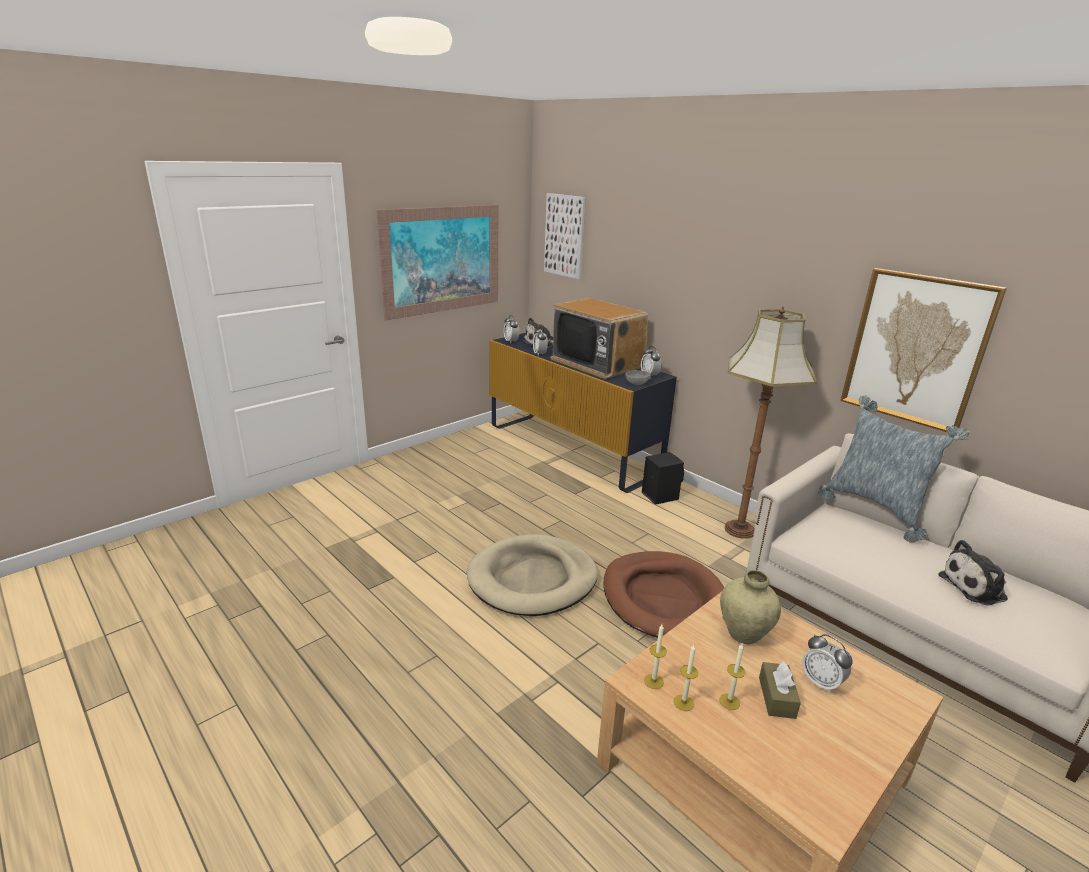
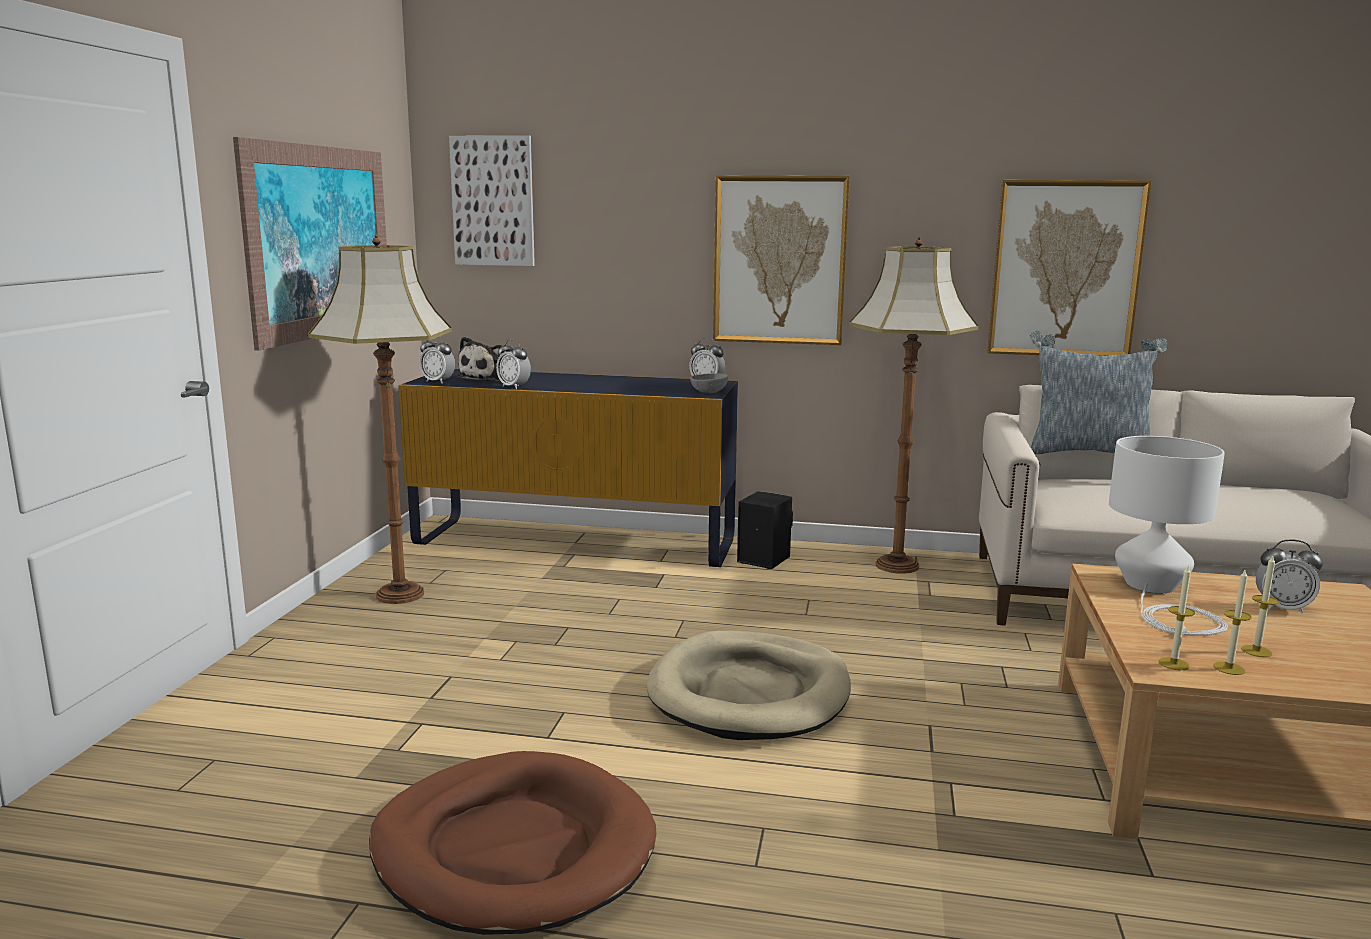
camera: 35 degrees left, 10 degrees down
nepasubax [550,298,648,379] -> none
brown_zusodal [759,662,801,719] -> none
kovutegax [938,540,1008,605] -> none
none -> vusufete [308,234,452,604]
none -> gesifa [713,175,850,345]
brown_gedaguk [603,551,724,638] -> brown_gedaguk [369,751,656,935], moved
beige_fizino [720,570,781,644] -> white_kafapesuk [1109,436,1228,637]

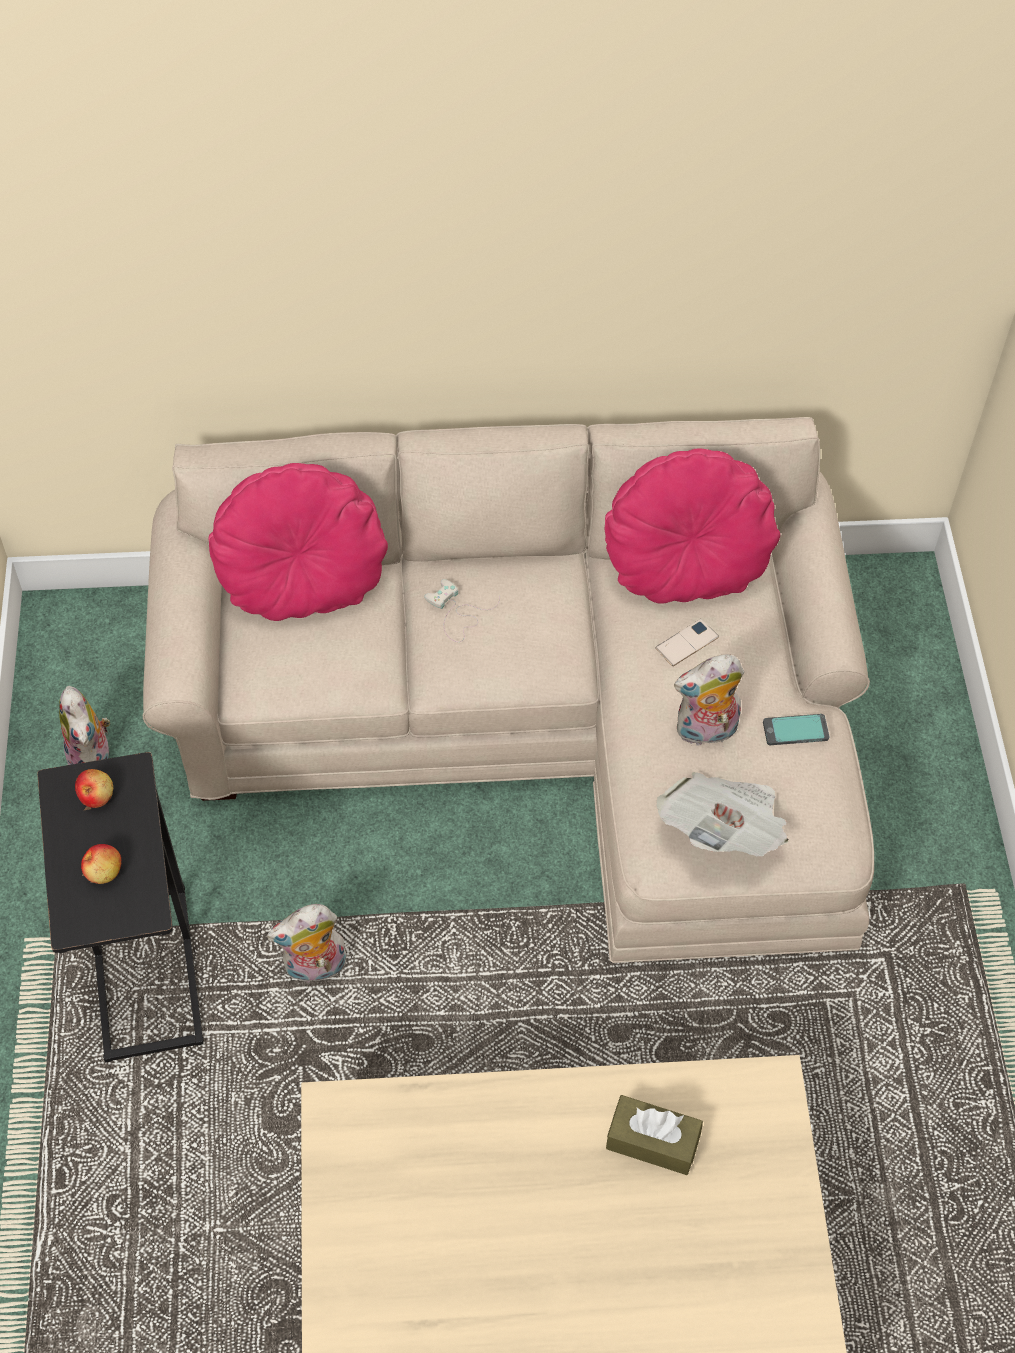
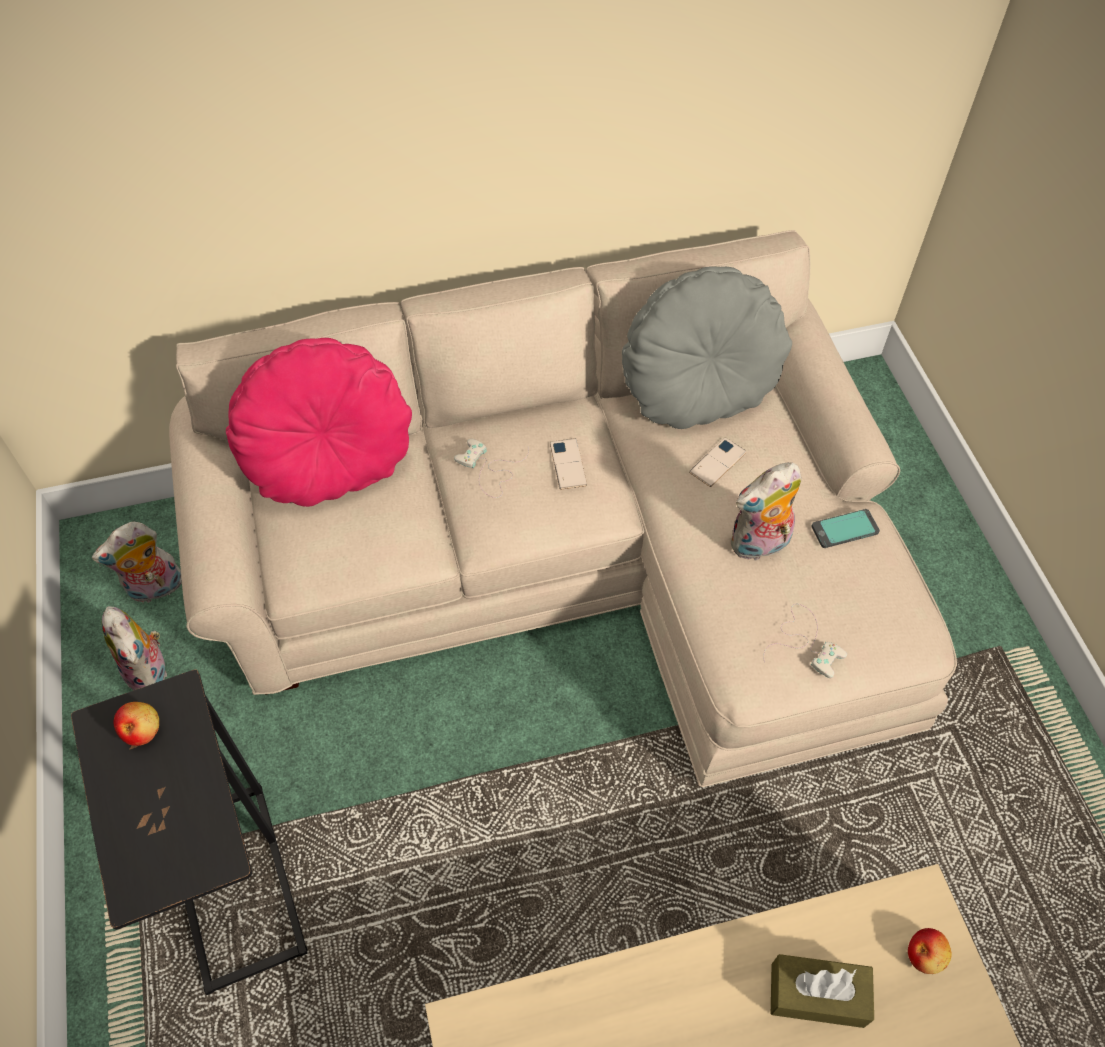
camera: 10 degrees left, 0 degrees up
none -> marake [550,438,587,490]
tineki [81,844,121,884] -> tineki [908,928,952,974], moved
kovutegax [267,904,346,983] -> kovutegax [92,522,182,603], moved
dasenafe [656,772,789,856] -> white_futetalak [763,604,847,678]
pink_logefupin [605,448,780,604] -> grey_logefupin [622,267,792,429]

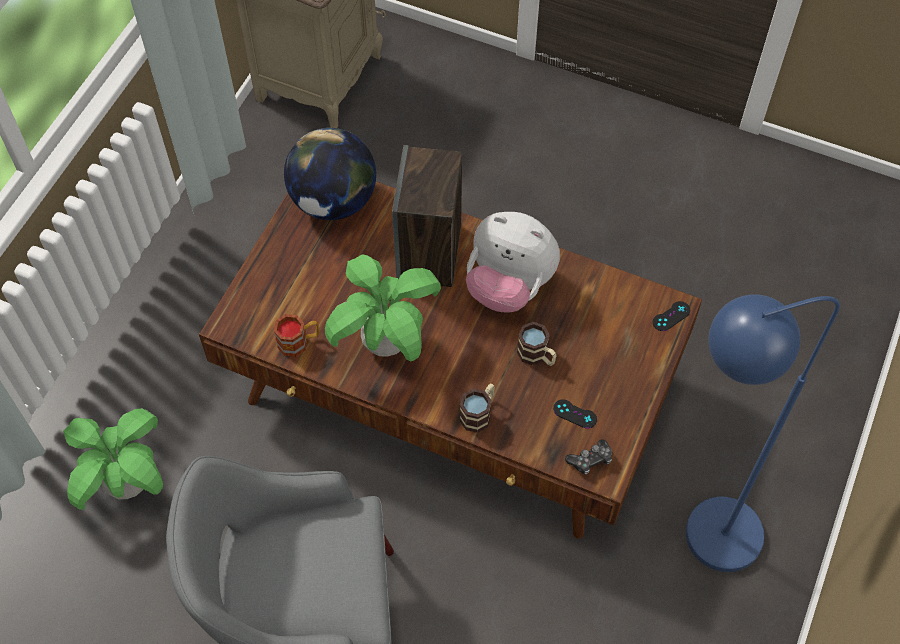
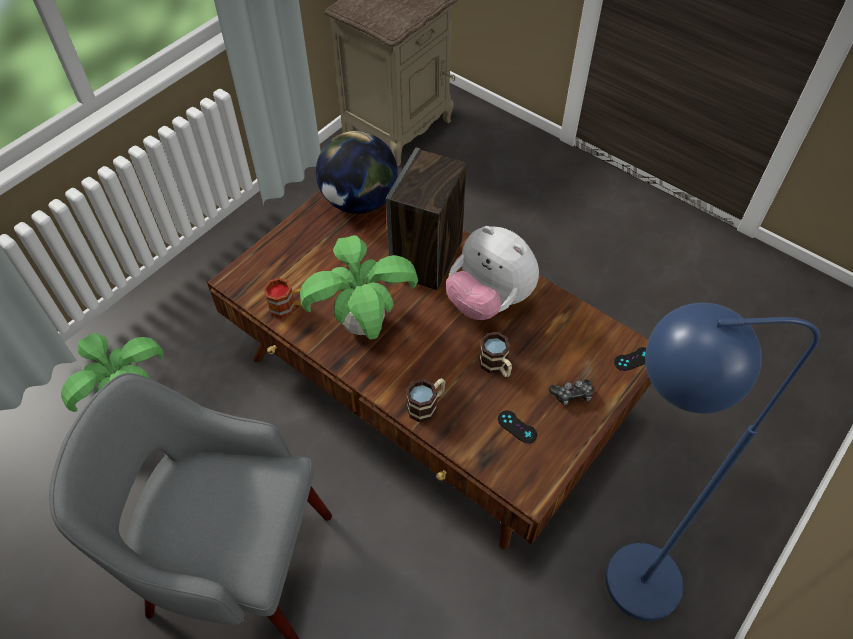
camera: 15 degrees right, 5 degrees down
futetalak [565,439,612,475] -> futetalak [549,379,594,406], moved

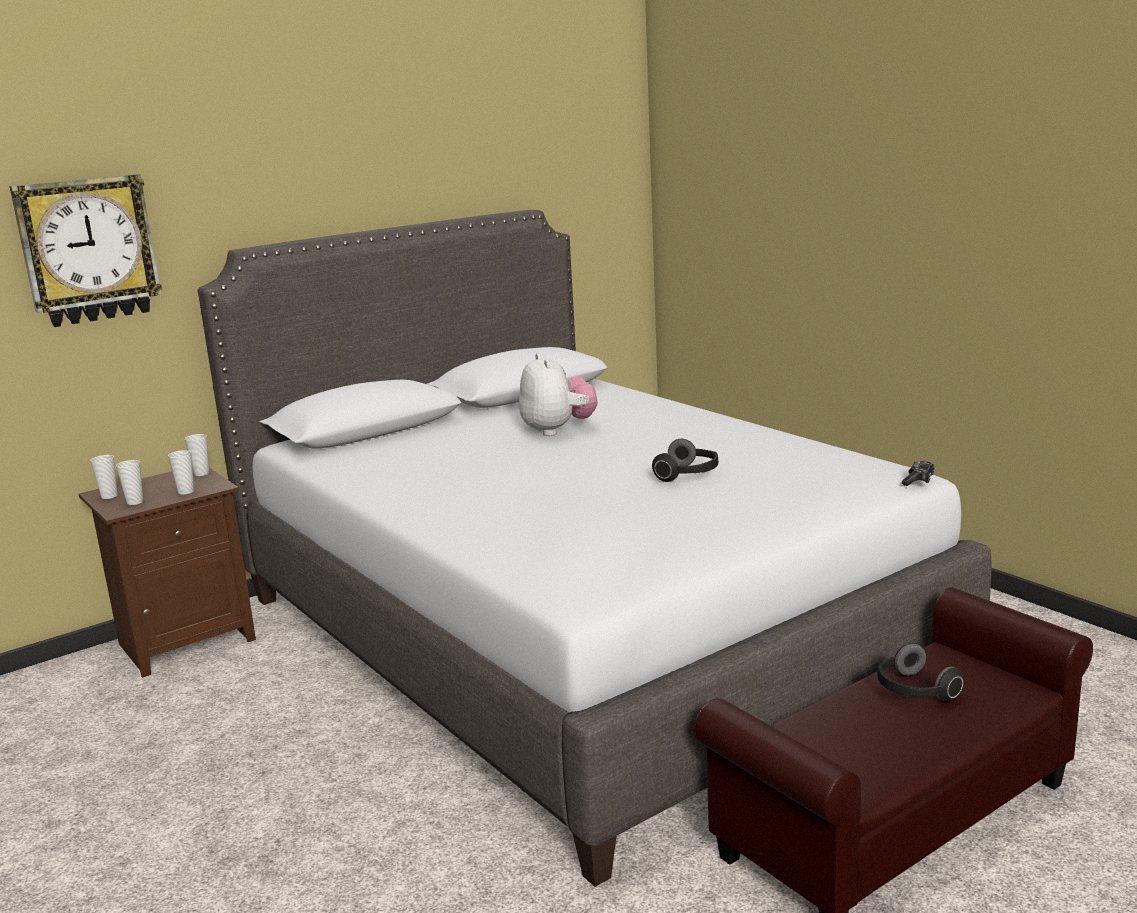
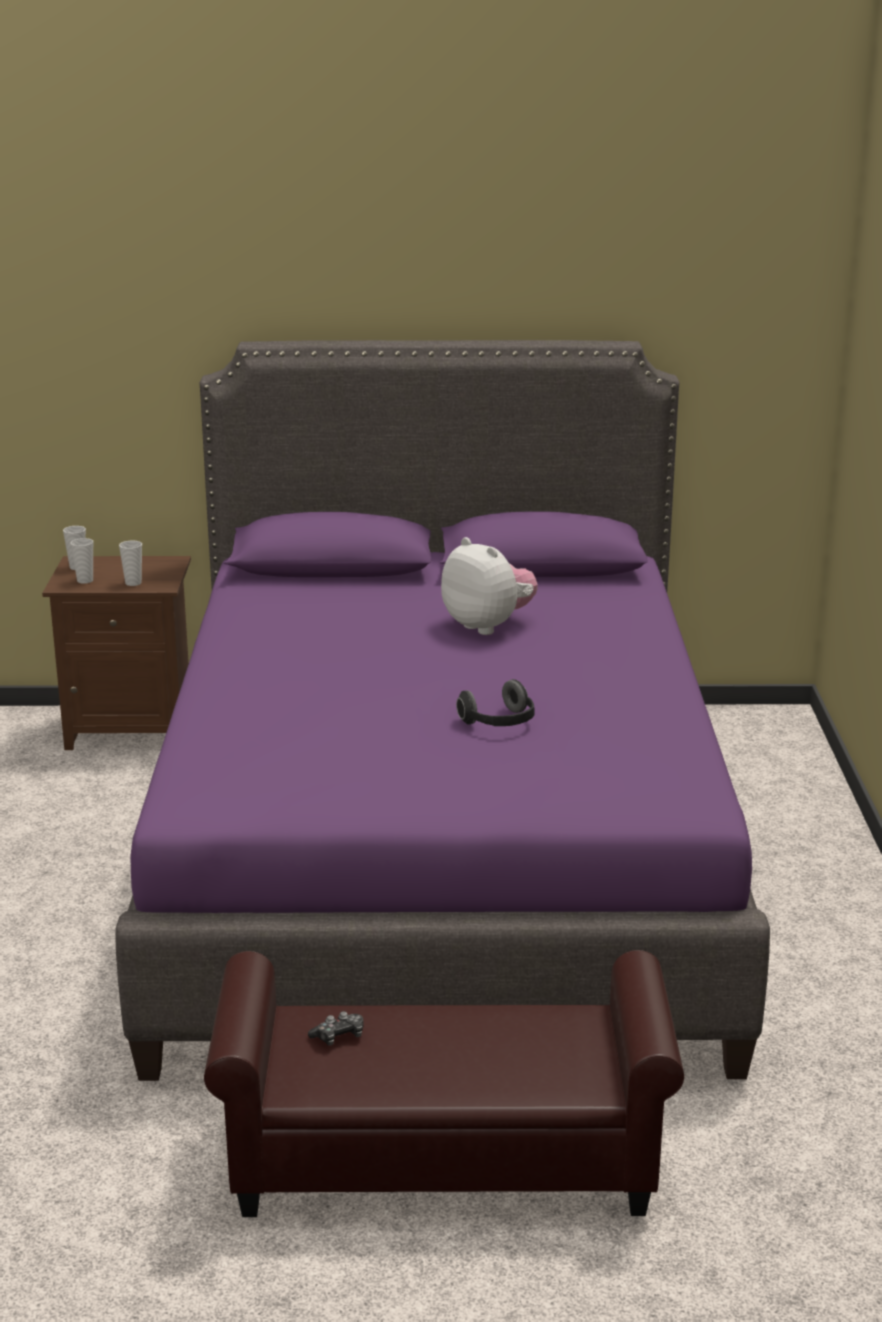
camera: 35 degrees right, 5 degrees up
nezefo [10,174,162,327] -> none
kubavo [185,434,209,476] -> none
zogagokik [877,643,963,701] -> none
futetalak [902,461,935,486] -> futetalak [308,1011,364,1046], moved
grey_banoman [198,209,992,887] -> purple_banoman [115,340,770,1081]
kovutegax [519,353,598,436] -> kovutegax [441,537,538,635], 60 degrees counterclockwise

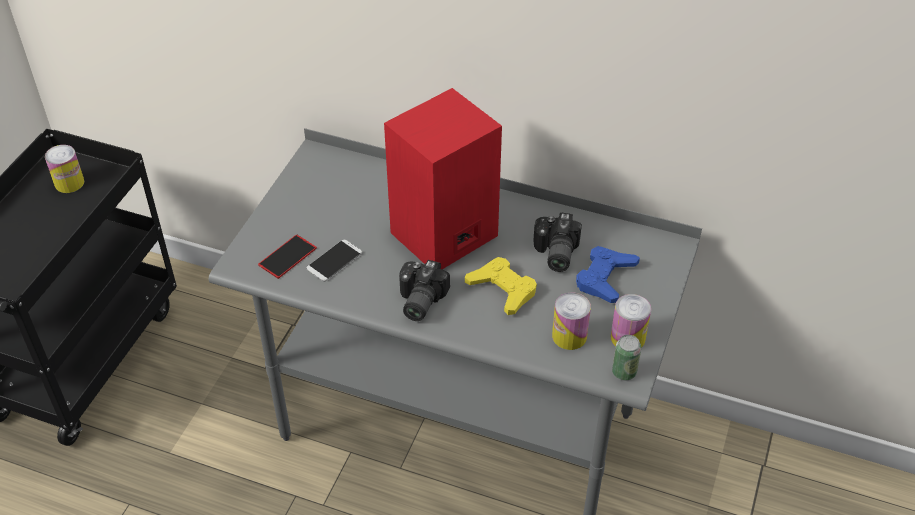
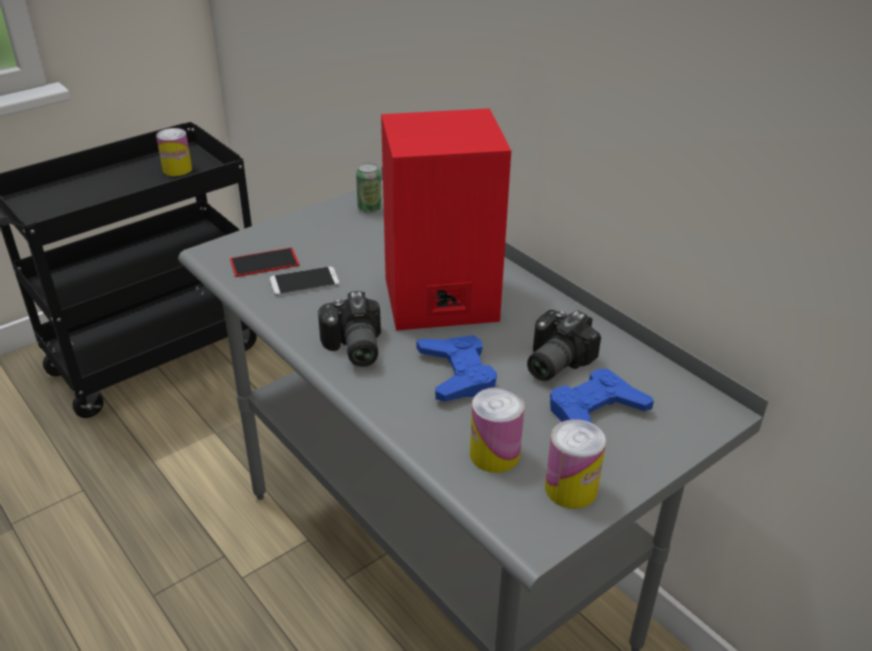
camera: 30 degrees right, 10 degrees down
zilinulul [612,335,641,380] -> zilinulul [356,163,382,213], moved
yellow_futetalak [465,257,537,315] -> blue_futetalak [417,335,497,401]
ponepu [399,260,450,321] -> ponepu [318,291,381,367], 60 degrees counterclockwise

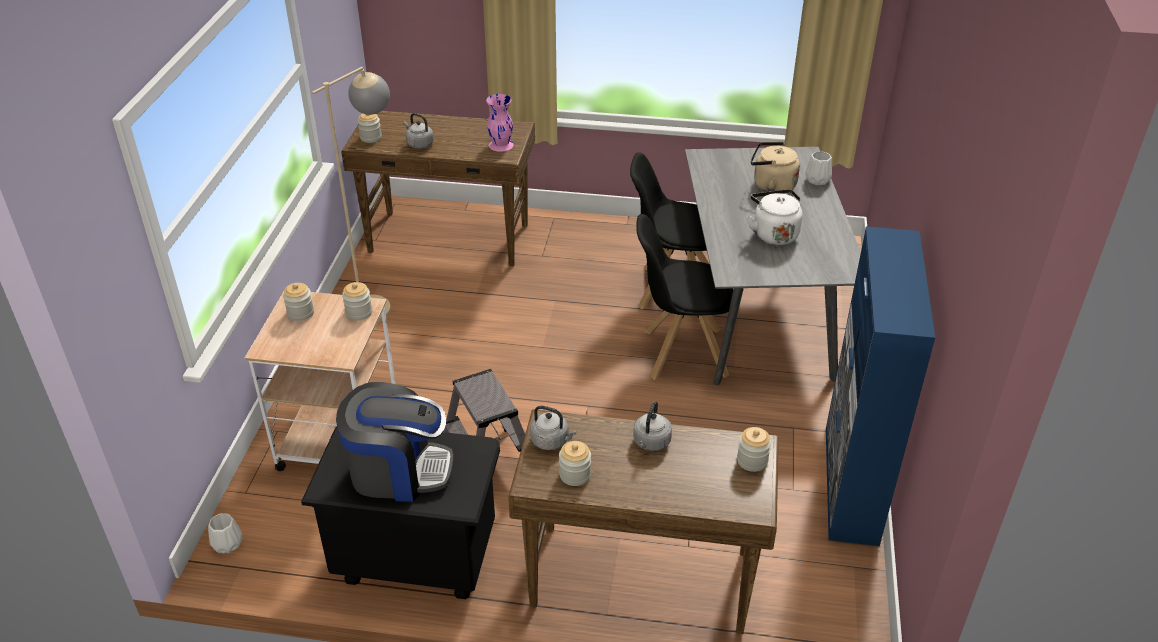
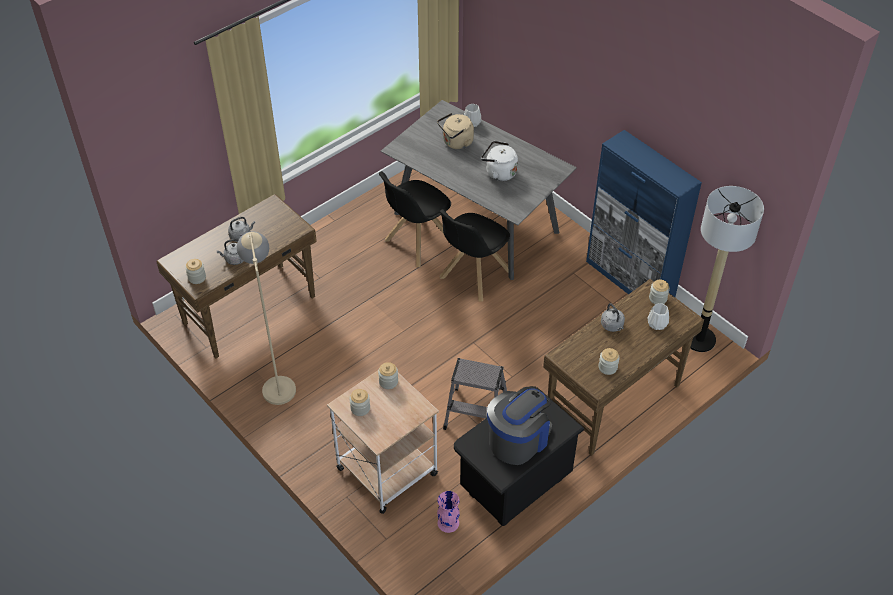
camera: 50 degrees left, 10 degrees up
none -> vusufete [690,186,764,352]
white_fizino [208,513,243,554] -> white_fizino [648,303,669,330], moved
pink_fizino [486,94,514,152] -> pink_fizino [437,491,460,533], moved
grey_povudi [530,406,577,450] -> grey_povudi [228,217,255,242], moved

